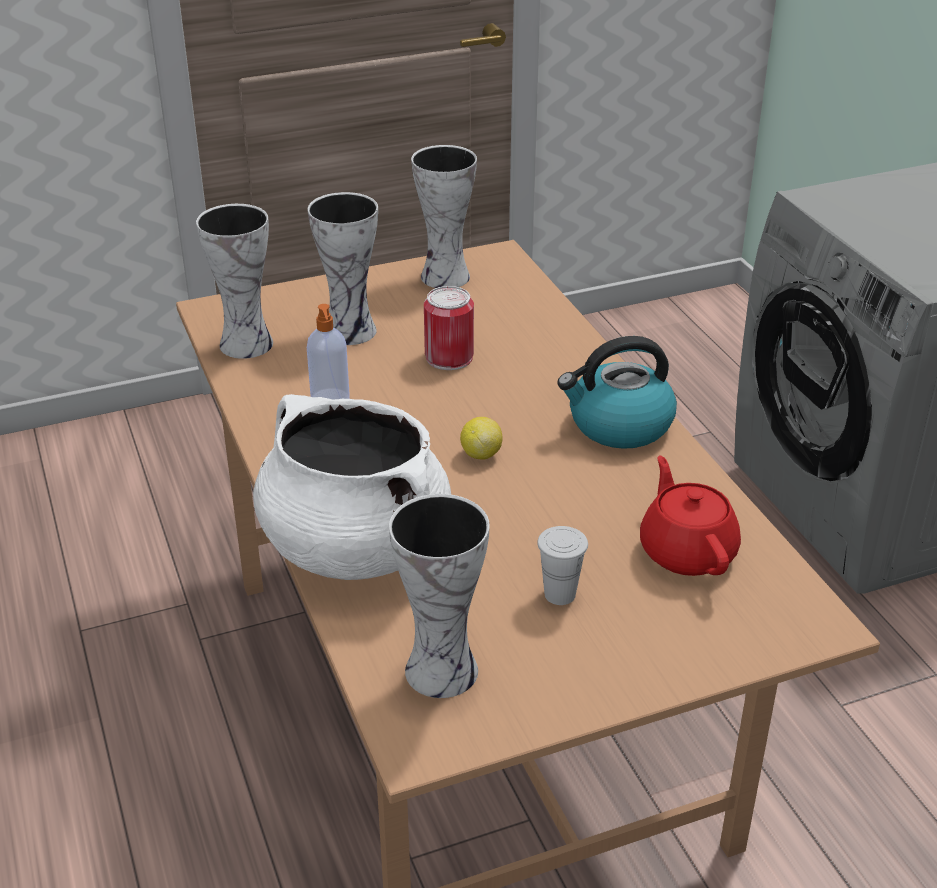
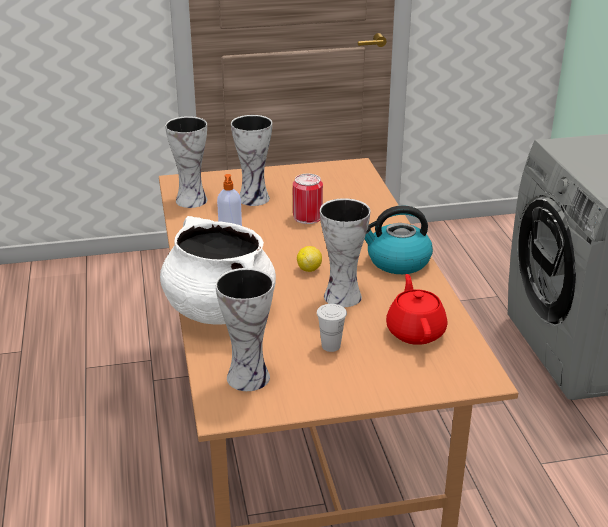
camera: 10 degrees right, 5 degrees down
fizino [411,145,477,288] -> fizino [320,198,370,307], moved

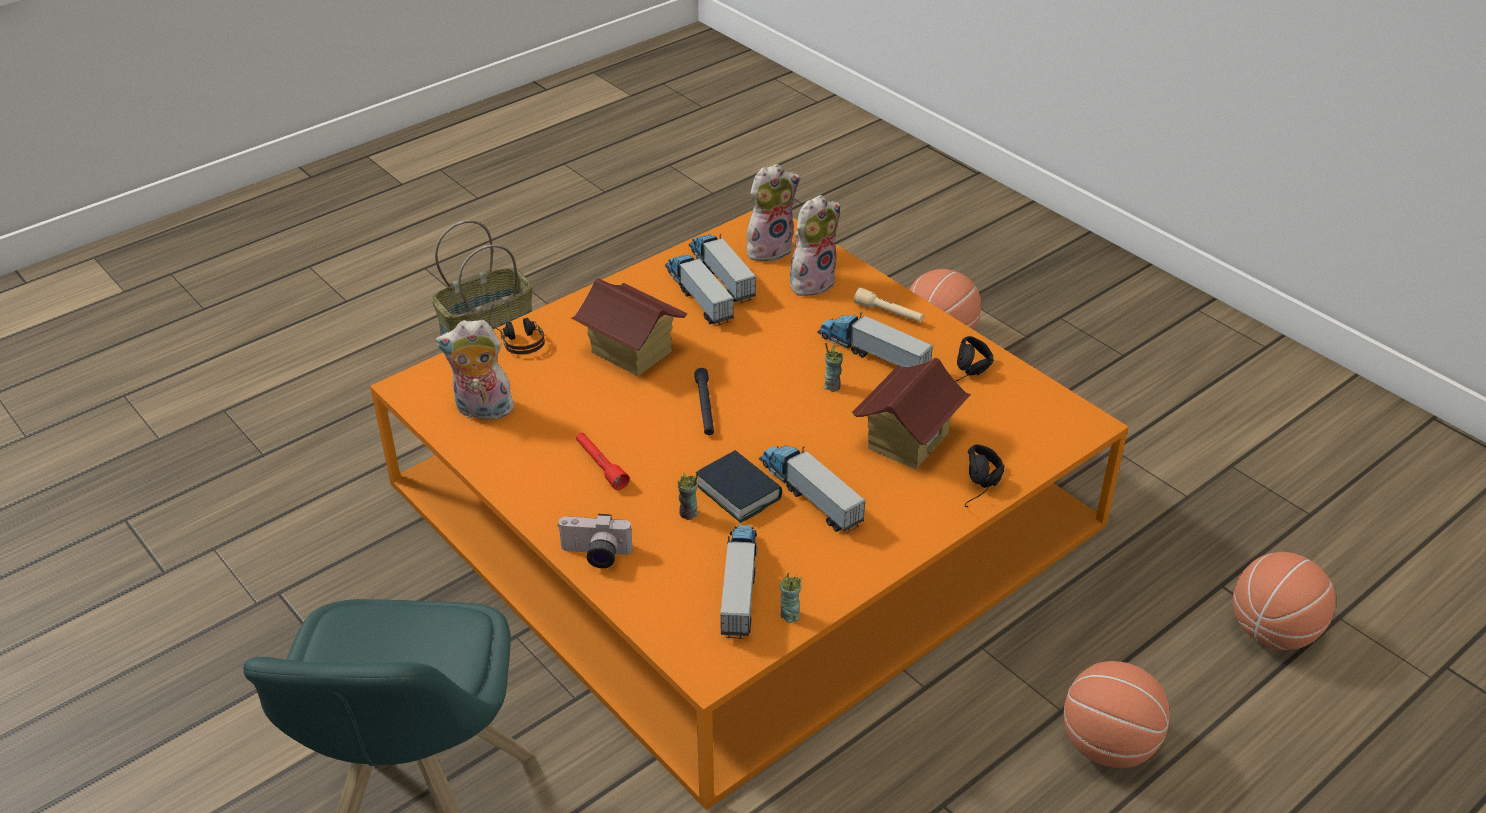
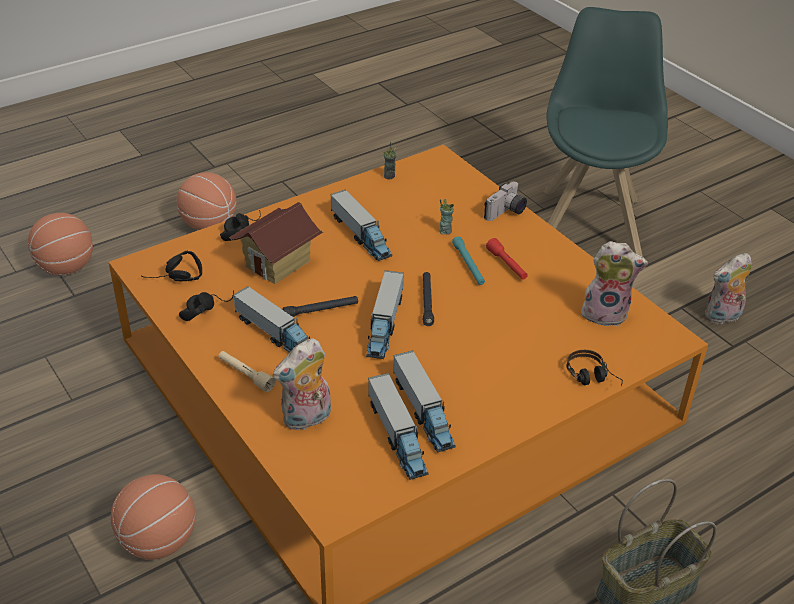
camera: 175 degrees left, 0 degrees up
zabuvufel [571,278,687,376] -> none
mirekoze [696,450,782,523] -> none
none -> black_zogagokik [141,250,202,281]
none -> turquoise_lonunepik [452,236,485,285]
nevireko [720,525,758,639] -> nevireko [366,270,404,359], moved
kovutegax [747,164,801,264] -> kovutegax [705,253,752,324], moved
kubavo [824,343,843,392] -> black_lonunepik [283,296,358,317]
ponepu [558,514,633,568] -> ponepu [484,182,527,221], 120 degrees clockwise

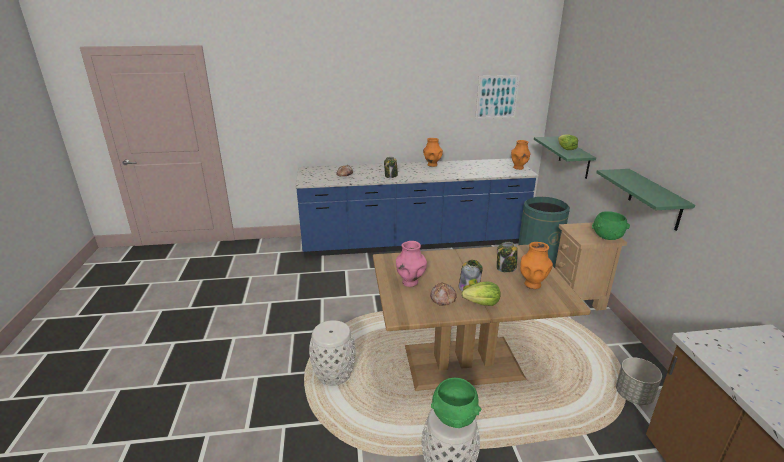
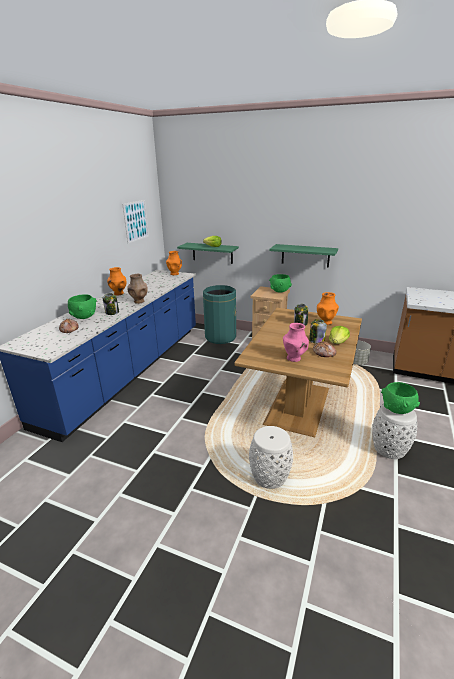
camera: 60 degrees left, 0 degrees up
none -> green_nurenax [68,294,97,319]
none -> brown_fizino [127,274,147,304]

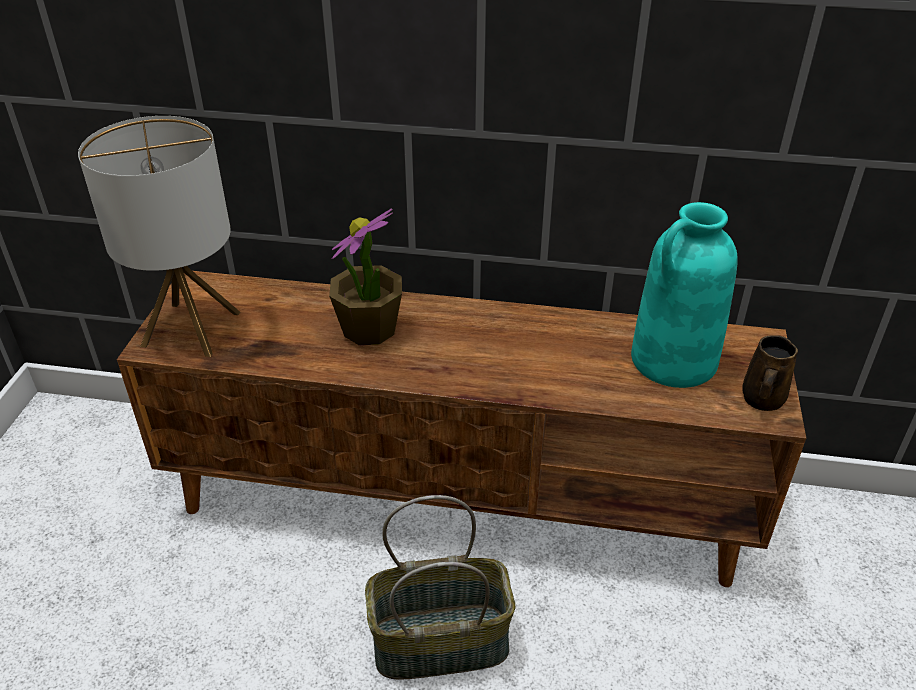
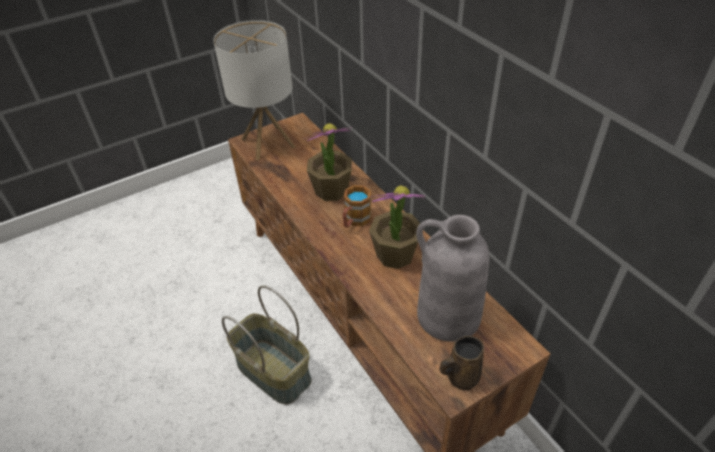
camera: 50 degrees right, 5 degrees up
none -> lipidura [342,185,372,228]
none -> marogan [369,185,425,269]
turquoise_fizino [631,202,738,388] -> grey_fizino [416,215,489,342]

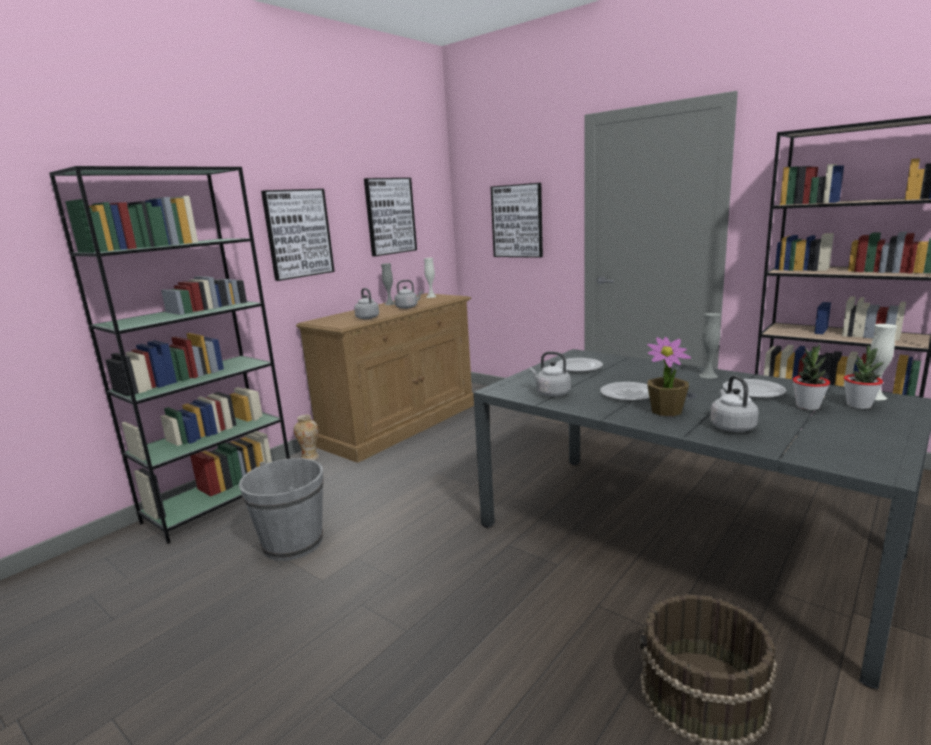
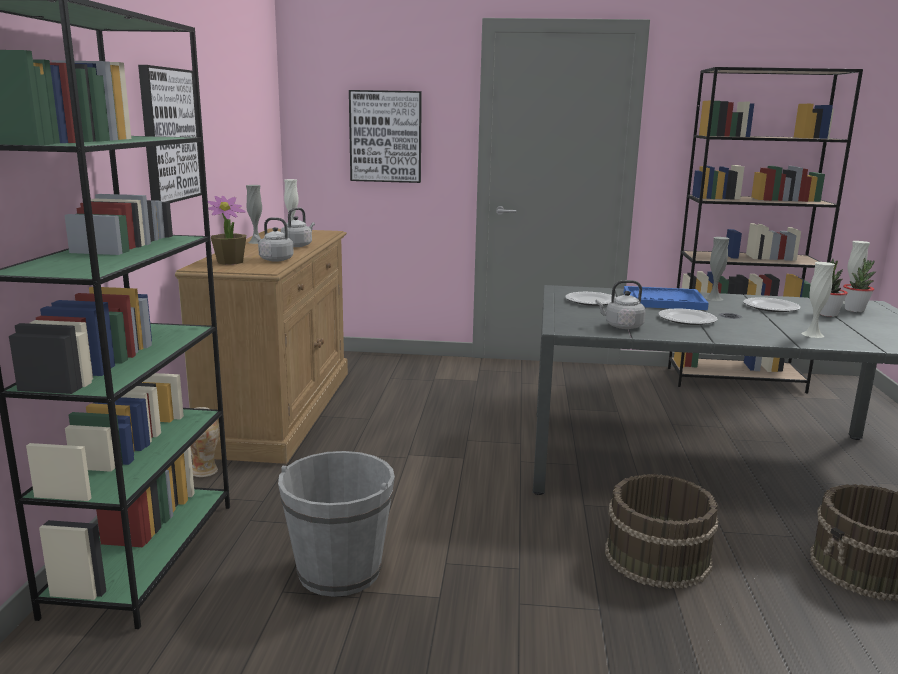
camera: 35 degrees left, 0 degrees up
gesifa [364,178,417,256] -> none
none -> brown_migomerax [605,474,719,589]
none -> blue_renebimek [624,286,709,310]
marogan [647,337,691,416] -> marogan [208,196,246,265], moved
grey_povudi [710,375,758,432] -> white_fizino [802,262,835,338]

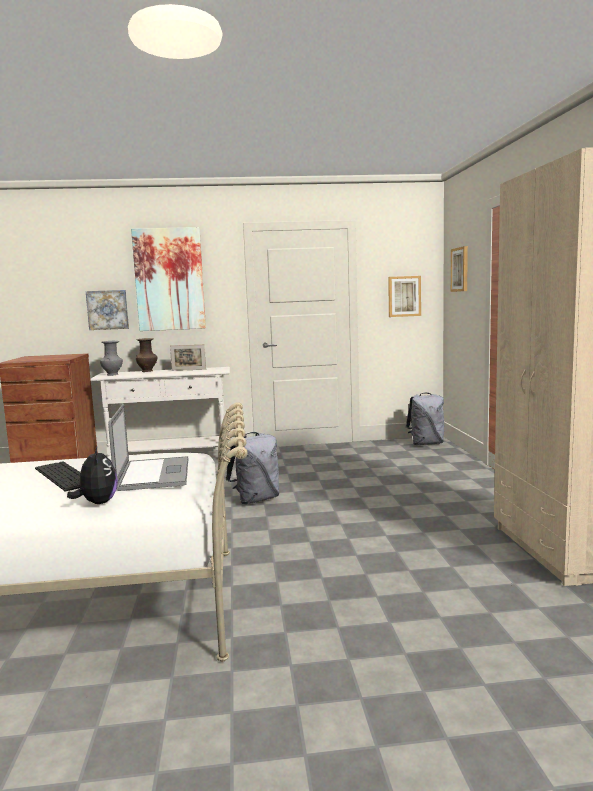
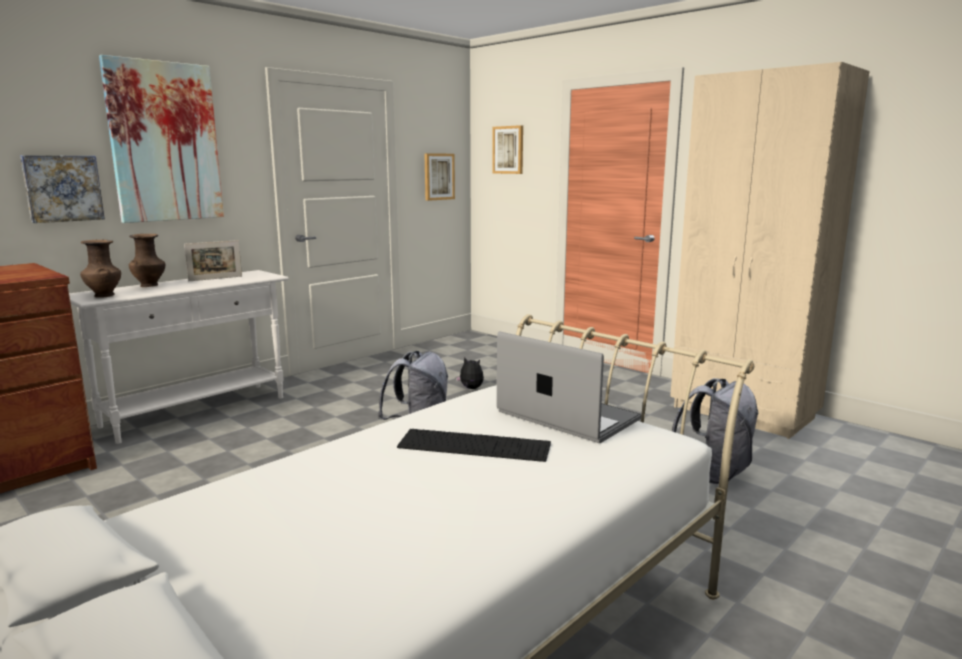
camera: 40 degrees left, 5 degrees up
kovutegax [67,447,118,504] -> kovutegax [456,357,484,389], moved
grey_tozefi [406,392,444,445] -> grey_tozefi [672,378,759,484], moved
grey_fizino [100,341,123,376] -> brown_fizino [80,240,121,298]

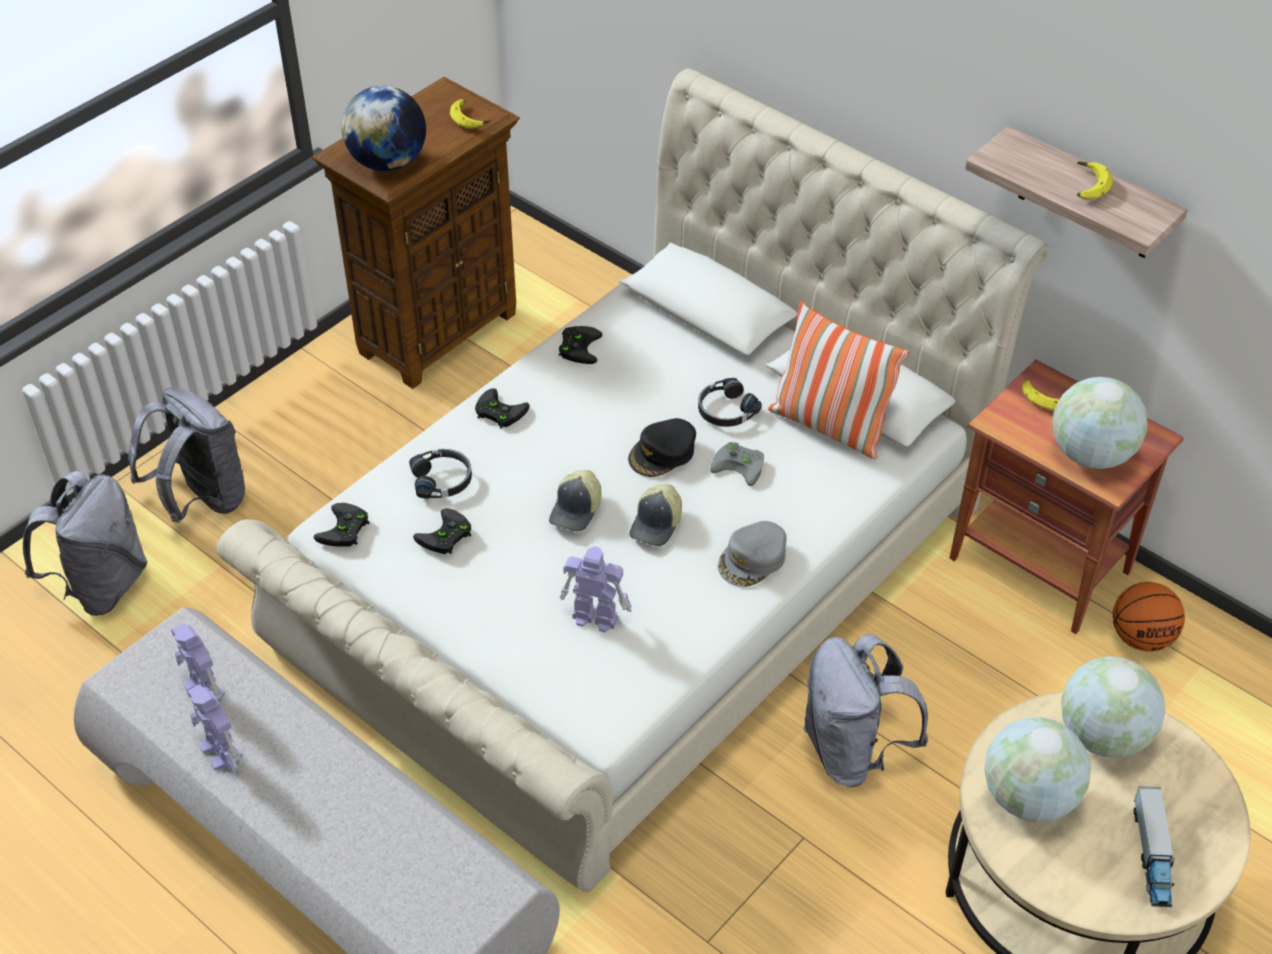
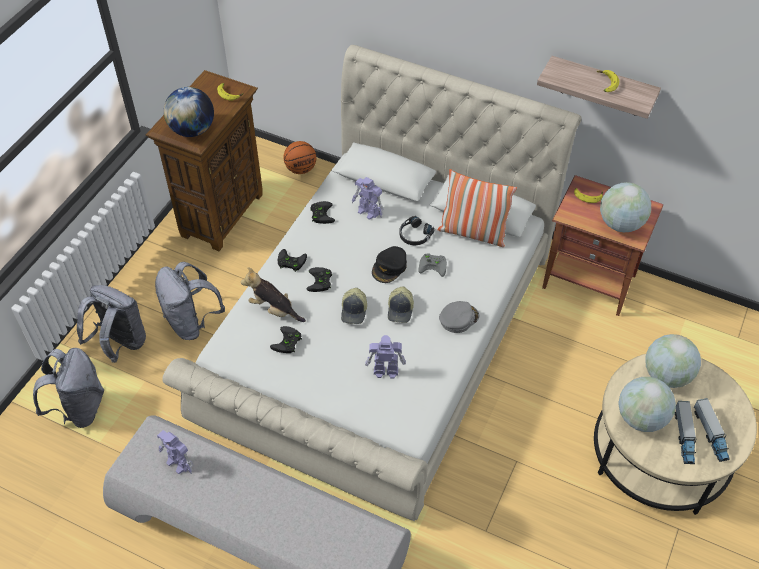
camera: 15 degrees left, 5 degrees up
none -> nevireko [675,401,697,464]
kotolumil [187,684,242,774] -> kotolumil [352,177,383,220], moved
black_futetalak [314,503,369,547] -> black_futetalak [307,267,332,292], moved
grey_tozefi [803,634,928,787] -> grey_tozefi [155,262,225,340], moved
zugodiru [1113,582,1185,651] -> zugodiru [284,141,316,174], moved
black_zogagokik [409,449,472,499] -> kovutegax [241,267,306,322]
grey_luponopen [718,521,787,587] -> grey_luponopen [439,301,479,333], 150 degrees counterclockwise

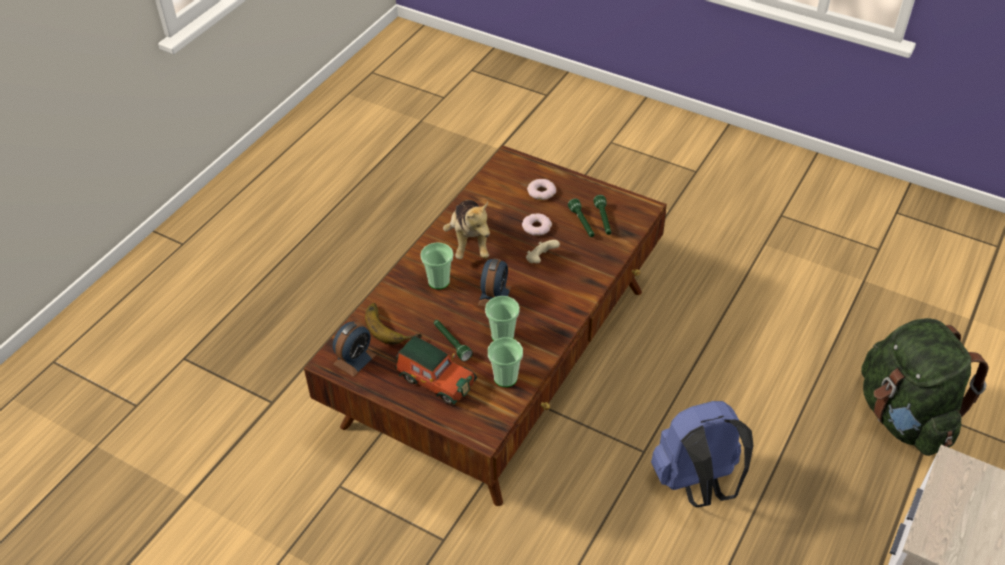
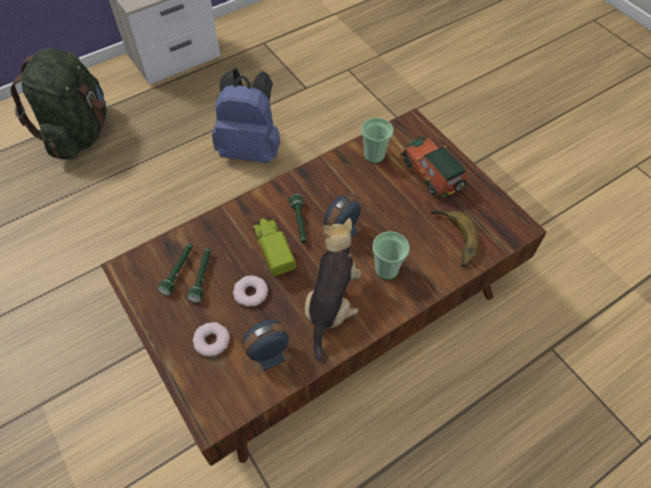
camera: 155 degrees left, 10 degrees up
kubavo [485,296,520,341] -> none
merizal [333,322,376,377] -> merizal [243,320,292,375], moved
green_lonunepik [434,320,473,361] -> green_lonunepik [289,194,307,243], moved
beige_futetalak [526,240,560,263] -> nevireko [253,218,296,277]

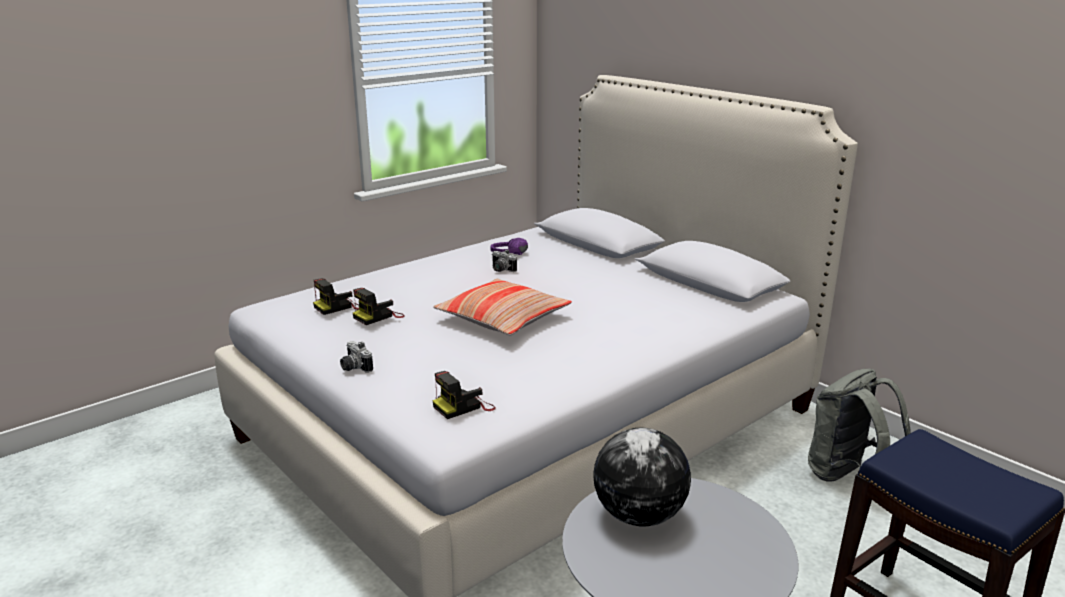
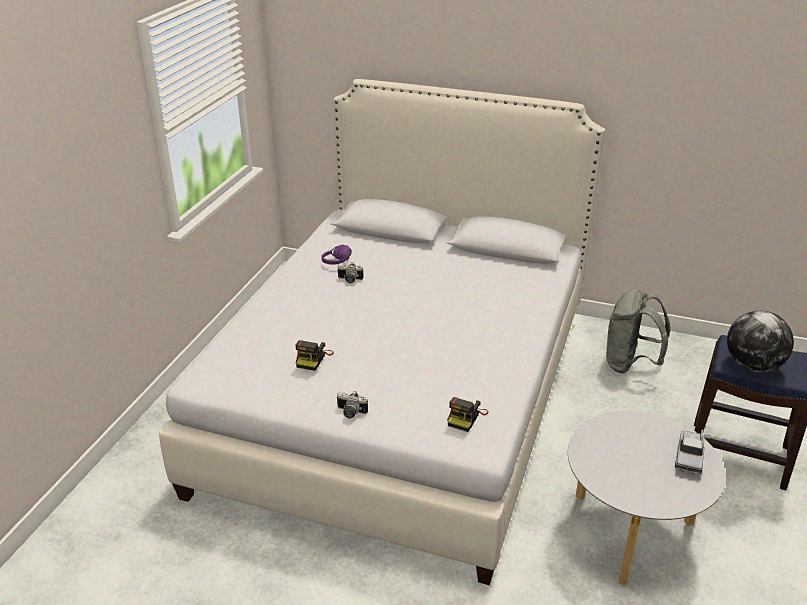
camera: 30 degrees left, 10 degrees up
ponepu [313,278,359,315] -> none
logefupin [433,279,572,335] -> none
none -> nevireko [675,426,705,474]
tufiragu [594,428,691,527] -> tufiragu [727,311,794,372], moved

